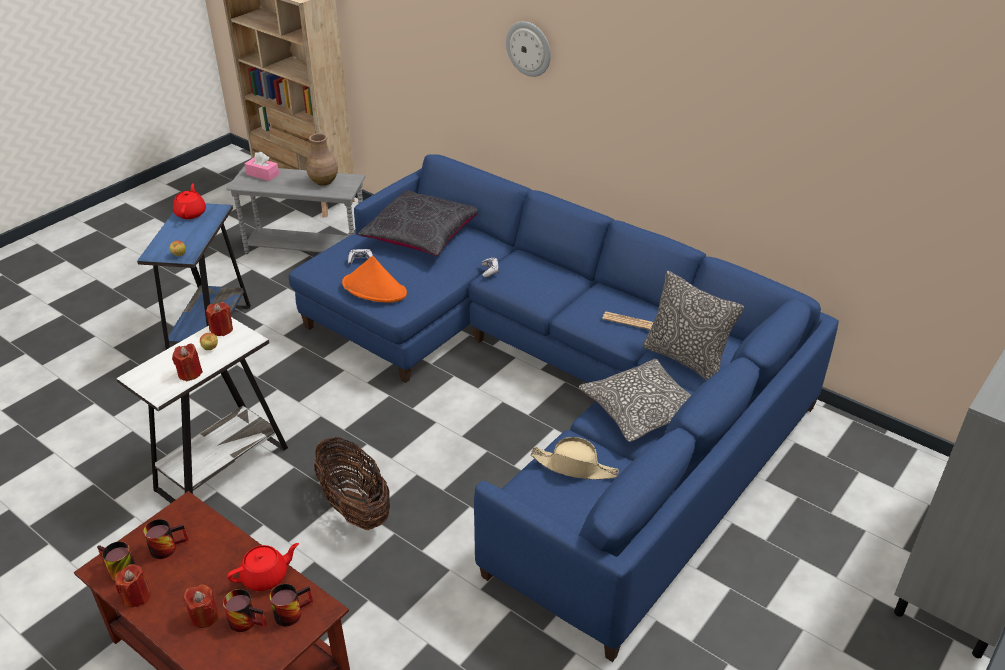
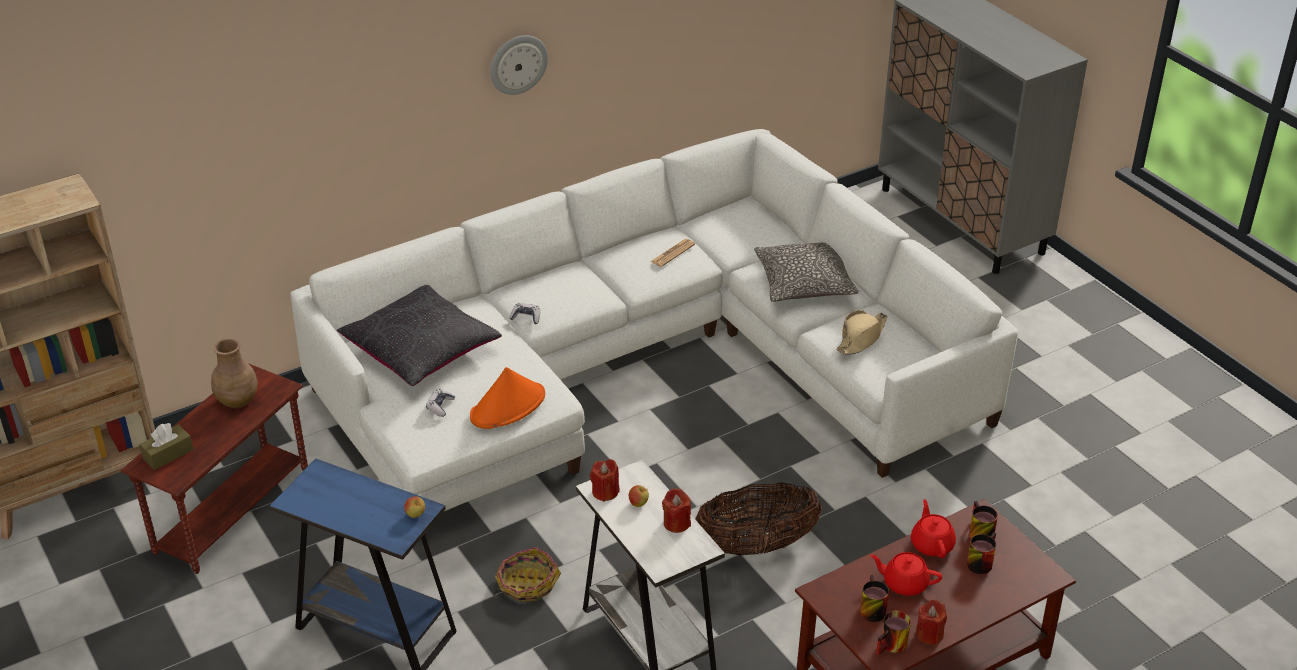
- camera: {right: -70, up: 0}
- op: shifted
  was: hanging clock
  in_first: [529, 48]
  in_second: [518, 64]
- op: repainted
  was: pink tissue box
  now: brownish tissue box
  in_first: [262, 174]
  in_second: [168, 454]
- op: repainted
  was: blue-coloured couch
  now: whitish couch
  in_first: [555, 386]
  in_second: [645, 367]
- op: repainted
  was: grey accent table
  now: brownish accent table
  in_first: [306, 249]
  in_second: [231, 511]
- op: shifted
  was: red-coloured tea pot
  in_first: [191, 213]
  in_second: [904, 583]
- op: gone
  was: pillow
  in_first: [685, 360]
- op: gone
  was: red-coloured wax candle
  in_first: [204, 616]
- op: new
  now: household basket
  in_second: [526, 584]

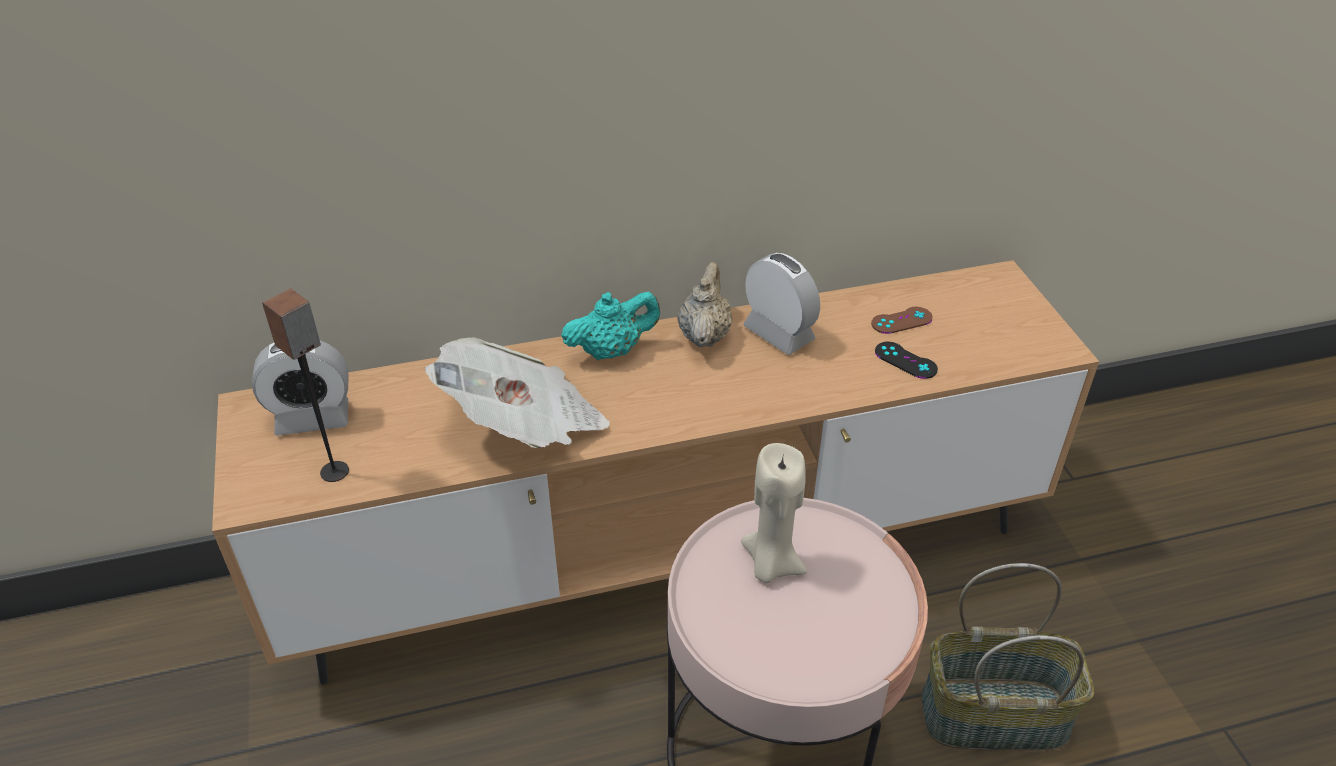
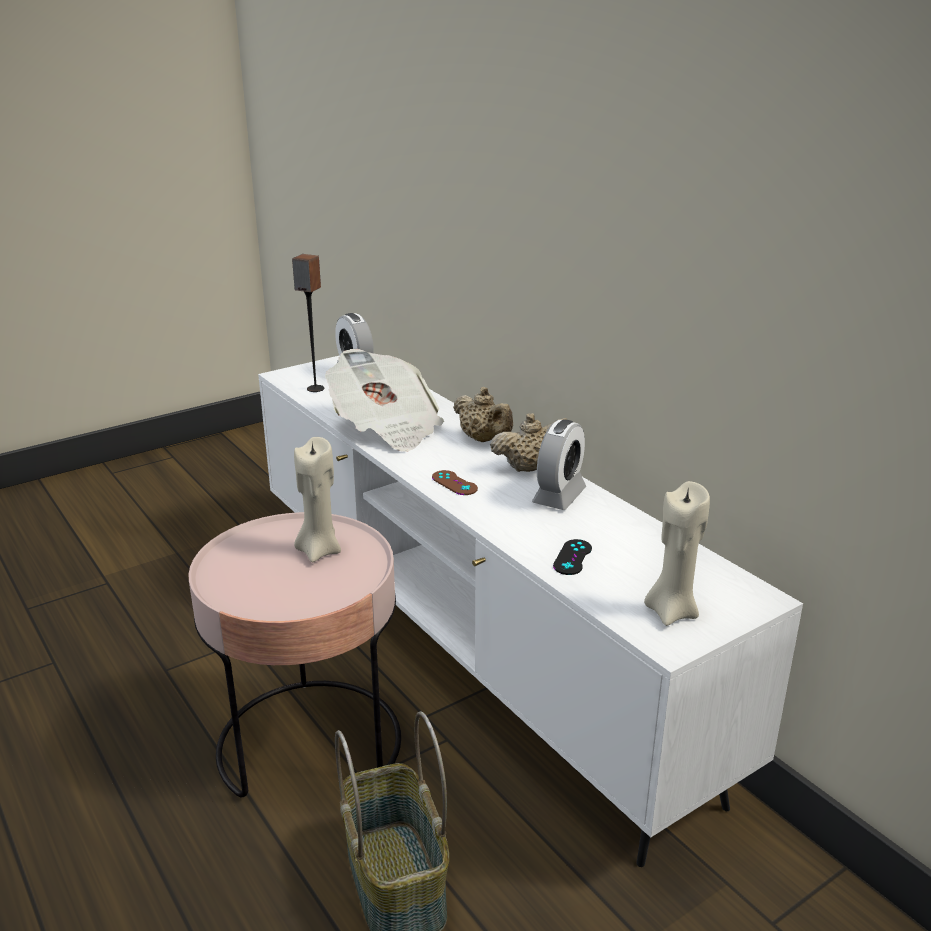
- camera: {right: 70, up: -15}
- op: repainted
  was: brownish tv stand
  now: whitish tv stand
  in_first: [666, 560]
  in_second: [468, 647]
- op: repainted
  was: turquoise tea pot
  now: sand-coloured tea pot
  in_first: [612, 351]
  in_second: [483, 439]
- op: shifted
  was: brownish gamepad
  in_first: [901, 320]
  in_second: [454, 483]
- op: new
  now: sand-coloured wax candle
  in_second: [671, 611]

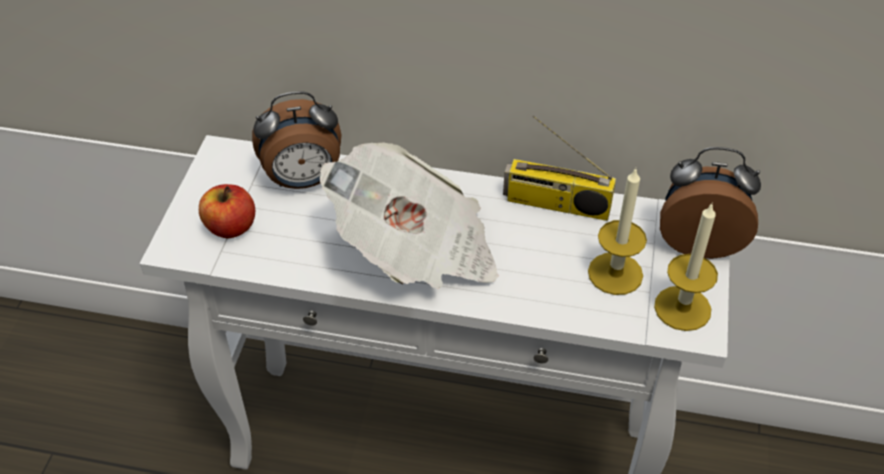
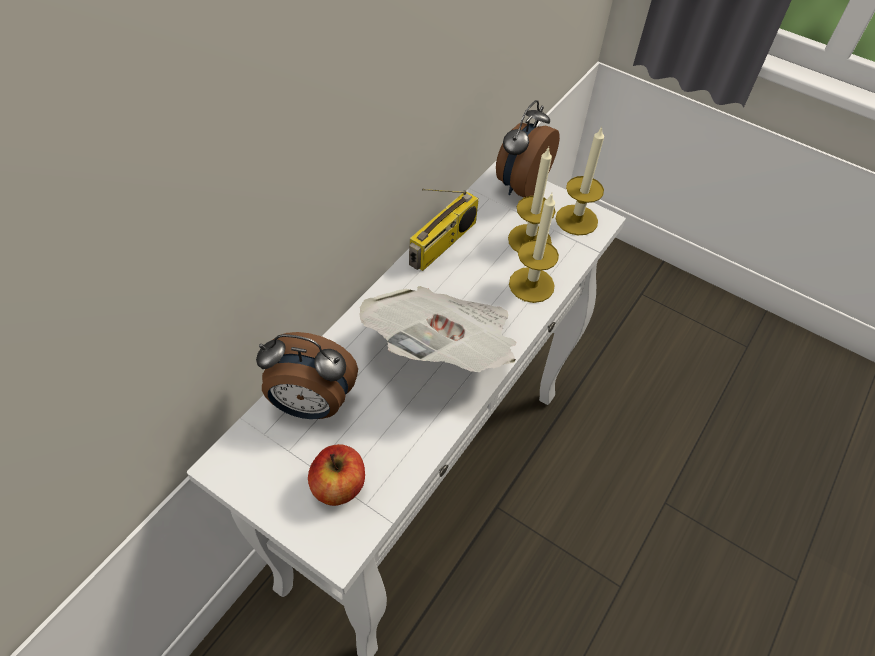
- camera: {right: -70, up: 5}
- op: rotated
  was: alarm clock
  in_first: [303, 180]
  in_second: [310, 405]
  clockwise: 90
- op: new
  now: wax candle
  in_second: [531, 285]

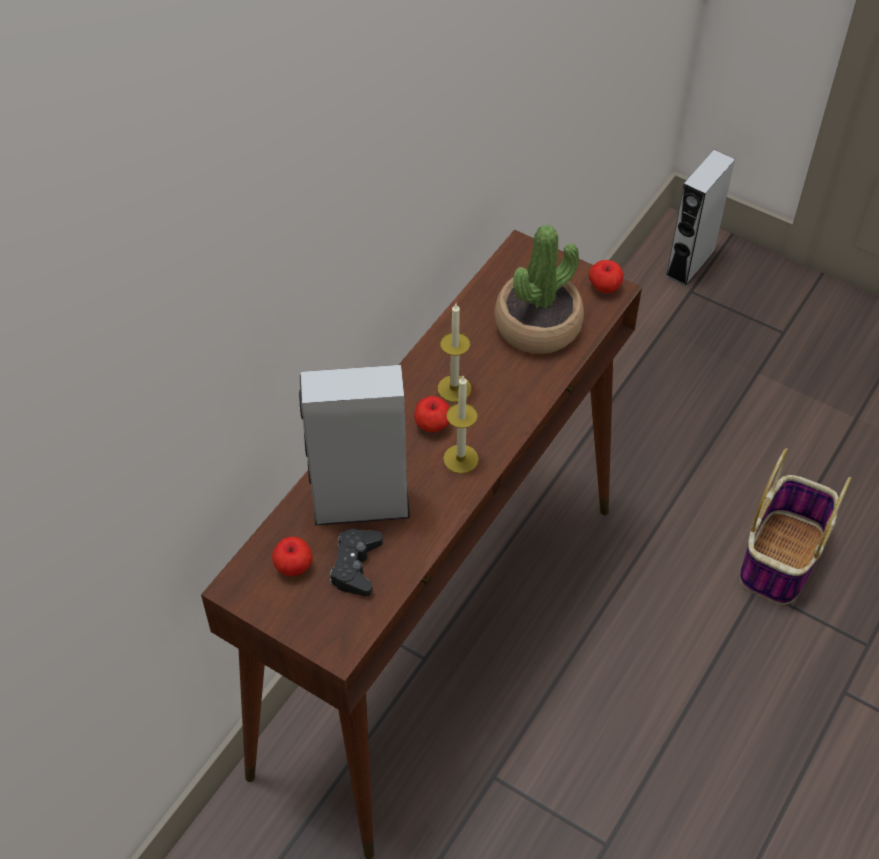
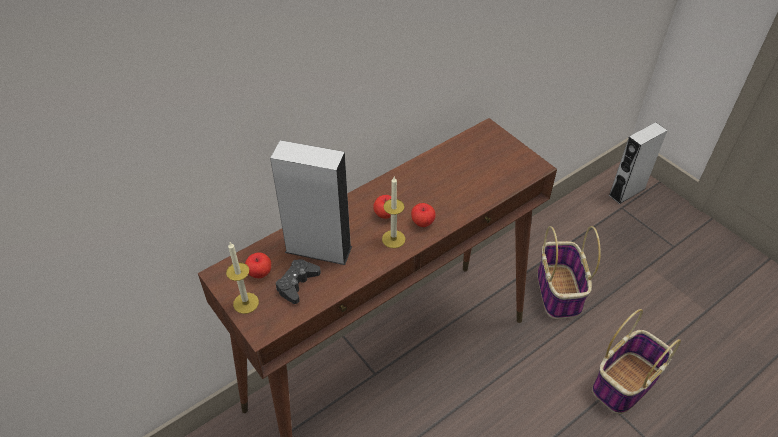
- camera: {right: 20, up: -5}
- op: gone
  was: houseplant
  in_first: [538, 325]
- op: shifted
  was: apple
  in_first: [604, 287]
  in_second: [422, 222]
- op: shifted
  was: wax candle
  in_first: [454, 388]
  in_second: [246, 303]
- op: new
  now: household basket
  in_second: [559, 292]

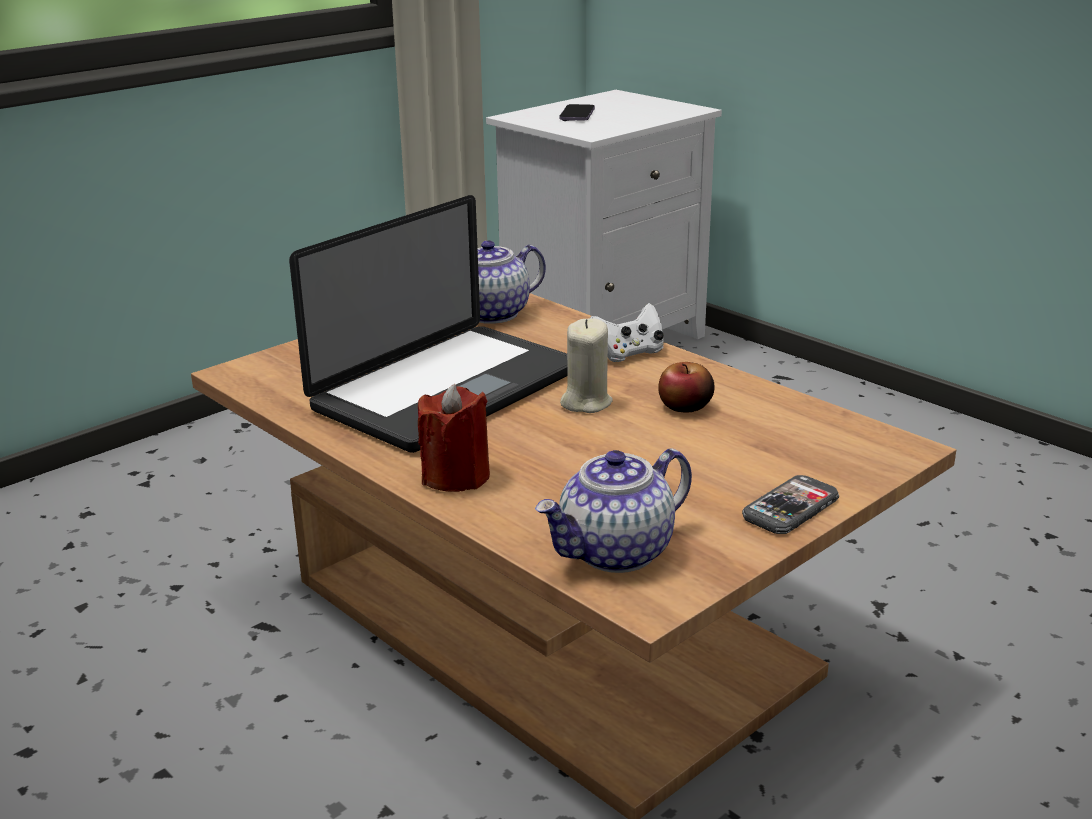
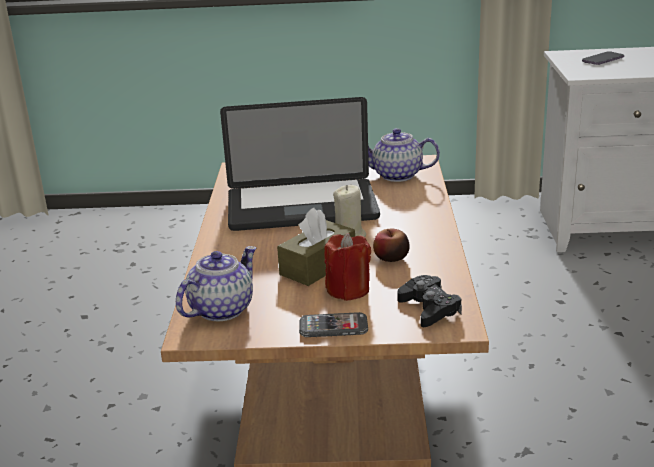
- camera: {right: 45, up: 0}
- op: gone
  was: whitish gamepad
  in_first: [628, 354]
- op: shifted
  was: red-coloured wax candle
  in_first: [456, 476]
  in_second: [348, 290]
- op: rotated
  was: tea pot
  in_first: [616, 553]
  in_second: [221, 309]
  clockwise: 120
- op: new
  now: brownish tissue box
  in_second: [318, 266]
- op: new
  now: blackish gamepad
  in_second: [429, 308]

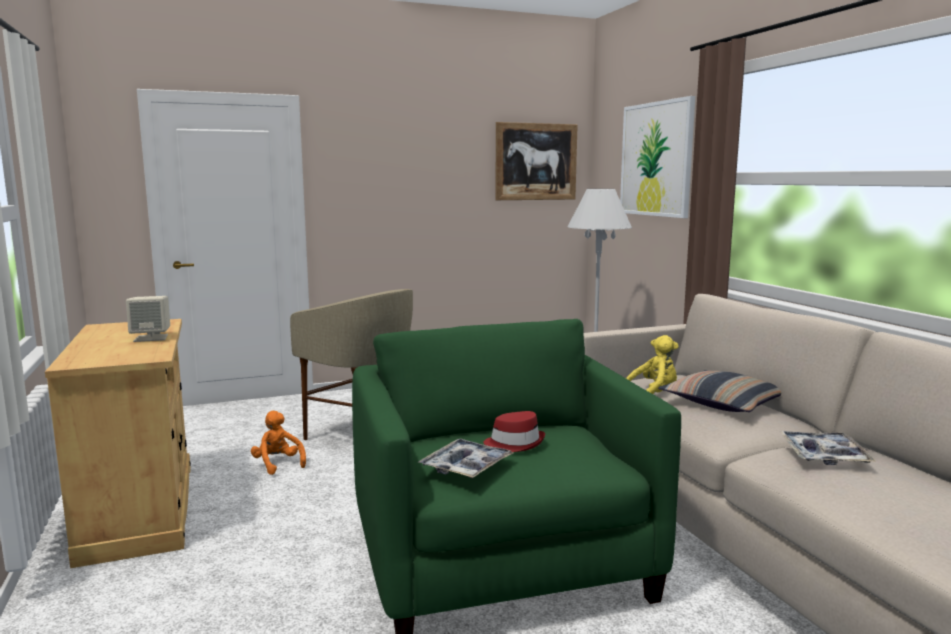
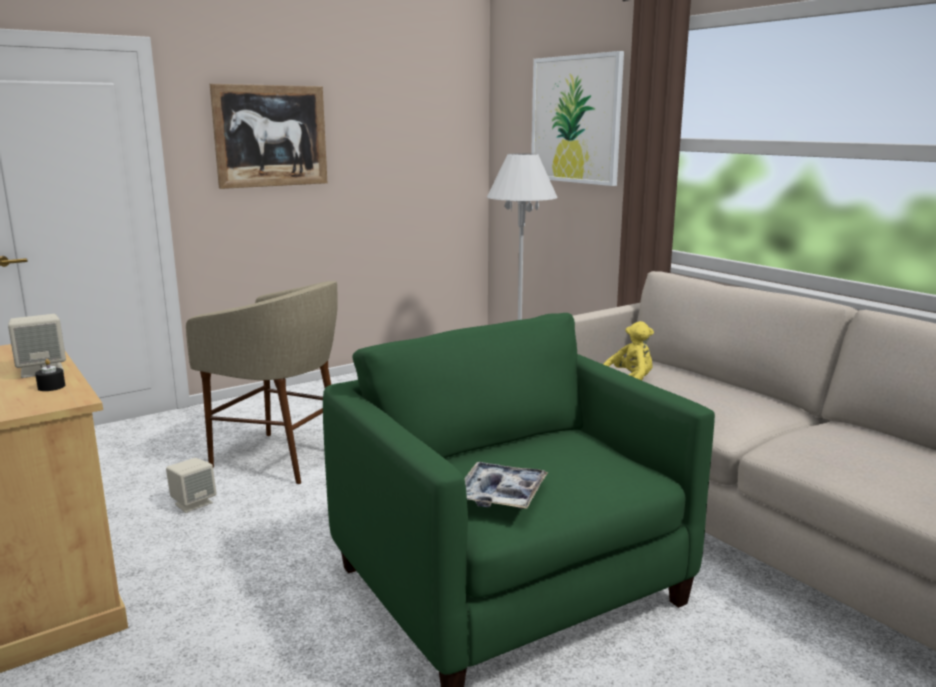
- camera: {right: -15, up: 5}
- op: shifted
  was: picture
  in_first: [536, 162]
  in_second: [271, 136]
- op: gone
  was: pillow
  in_first: [723, 403]
- op: swapped
  was: orange-coloured plush toy
  now: sand-coloured loudspeaker
  in_first: [278, 464]
  in_second: [193, 503]
- op: gone
  was: red-coloured clothing hat
  in_first: [515, 443]
- op: gone
  was: carrying tray
  in_first: [824, 455]
- op: new
  now: blackish wax candle
  in_second: [51, 387]

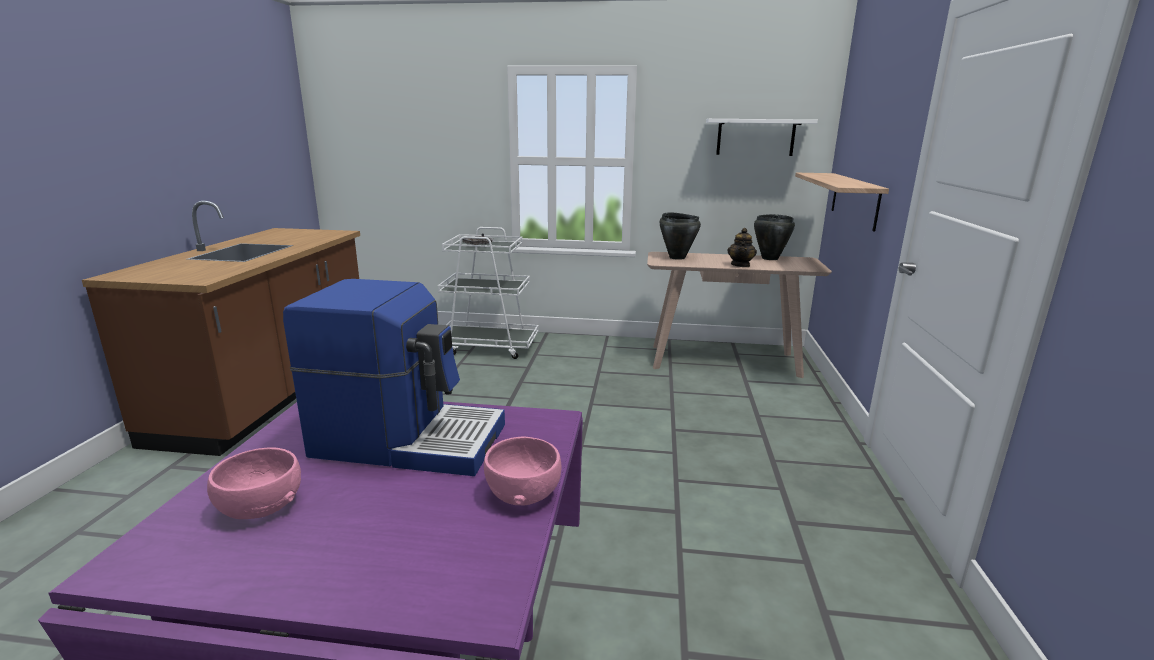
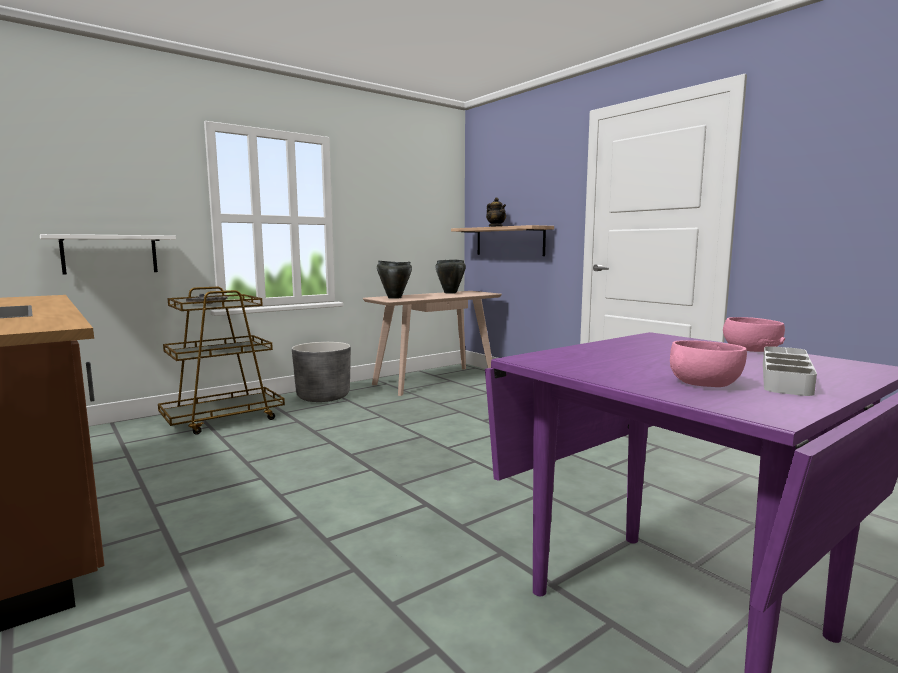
- camera: {right: -45, up: -10}
- op: shifted
  was: whitish wall shelf
  in_first: [755, 137]
  in_second: [110, 254]
- op: repainted
  was: whitish cart
  now: brownish cart
  in_first: [488, 346]
  in_second: [224, 419]
- op: shifted
  was: tea pot
  in_first: [740, 265]
  in_second: [496, 227]
- op: gone
  was: coffee brewer
  in_first: [409, 439]
- op: new
  now: grey planter
  in_second: [323, 396]
- op: new
  now: grey carrying tray
  in_second: [785, 377]

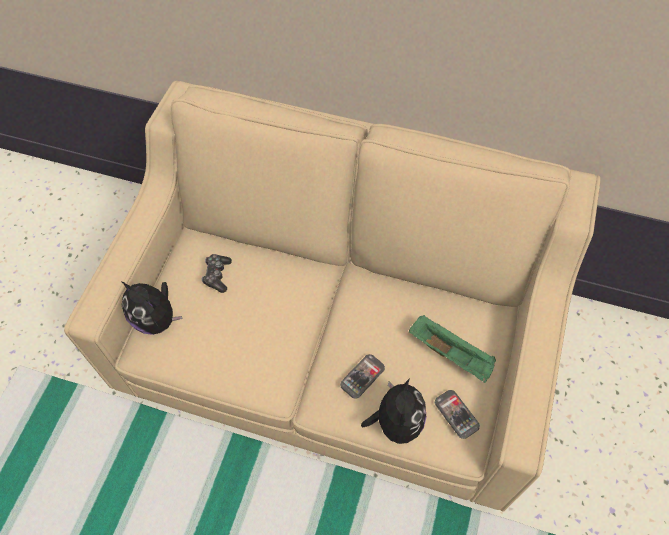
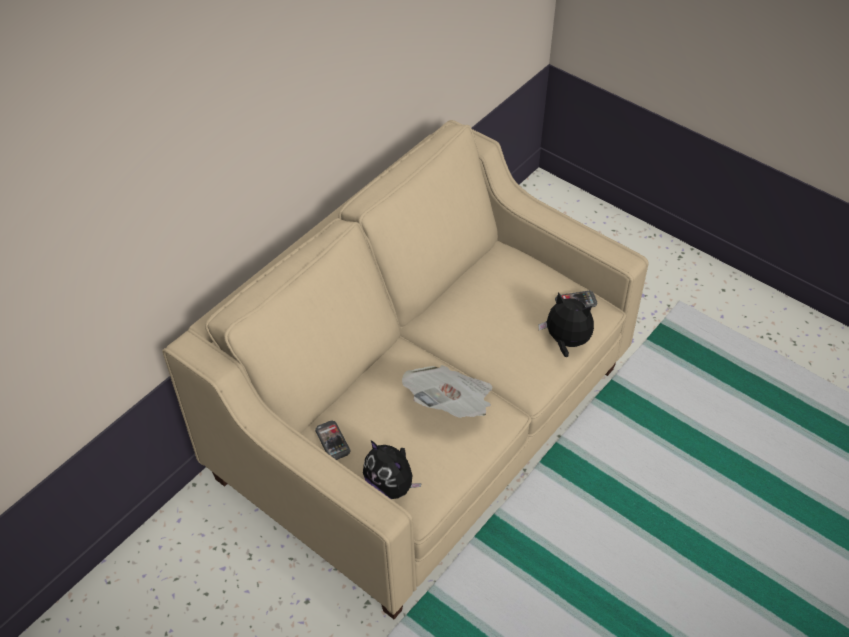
- camera: {right: -70, up: -10}
- op: gone
  was: gamepad
  in_first: [217, 275]
- op: rotated
  was: plush toy
  in_first: [157, 319]
  in_second: [391, 485]
  clockwise: 75
- op: gone
  was: green-coloured carrying tray
  in_first: [451, 354]
- op: shifted
  was: phone
  in_first: [362, 376]
  in_second: [332, 441]
- op: new
  now: printed paper
  in_second: [451, 404]

